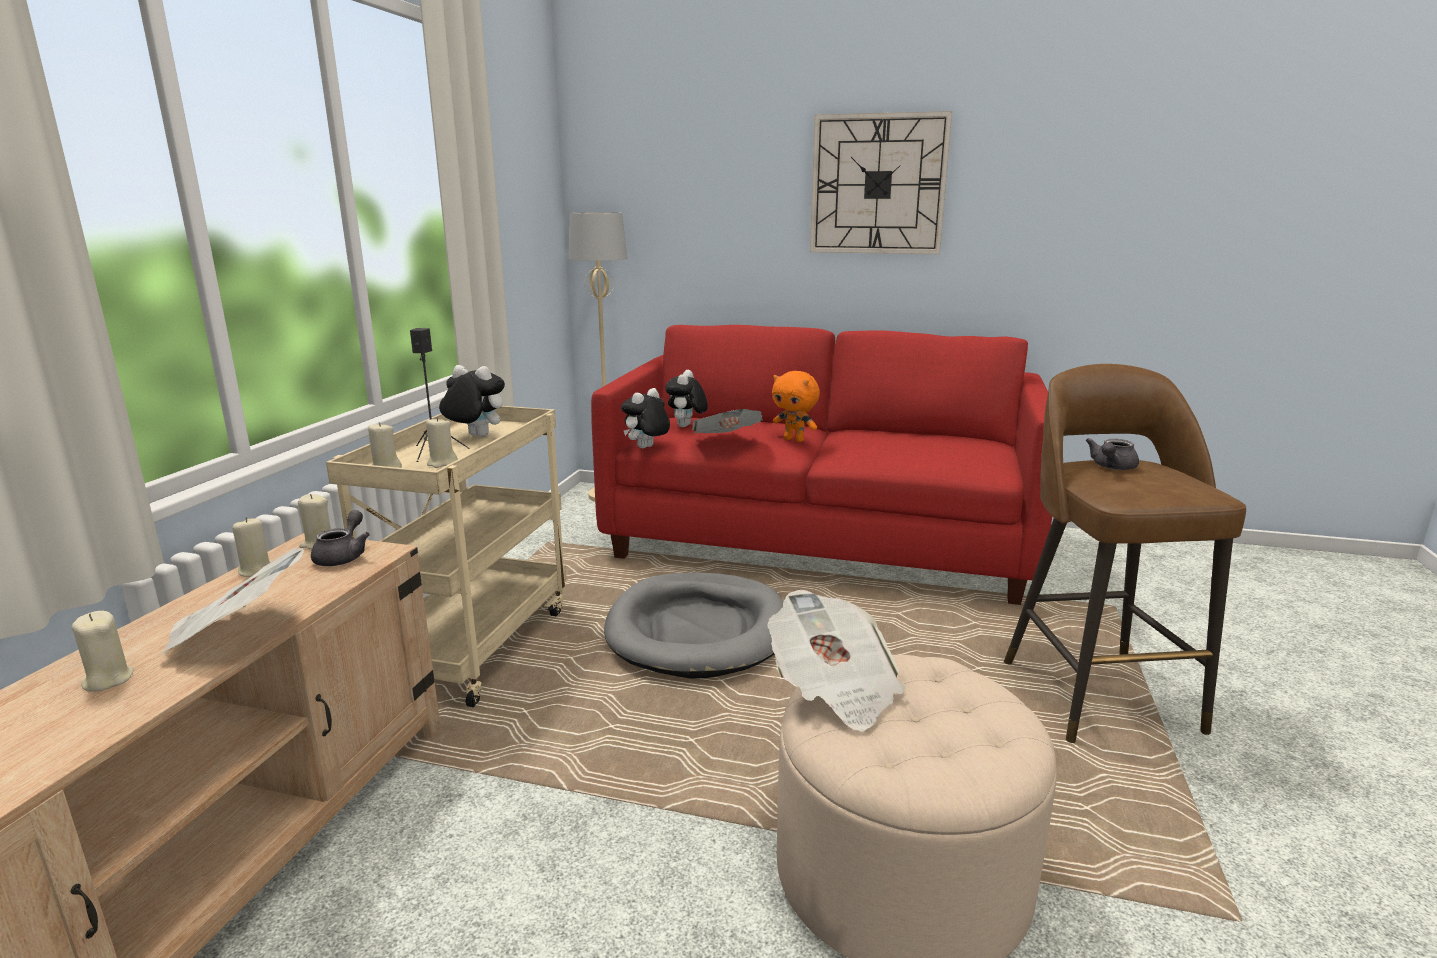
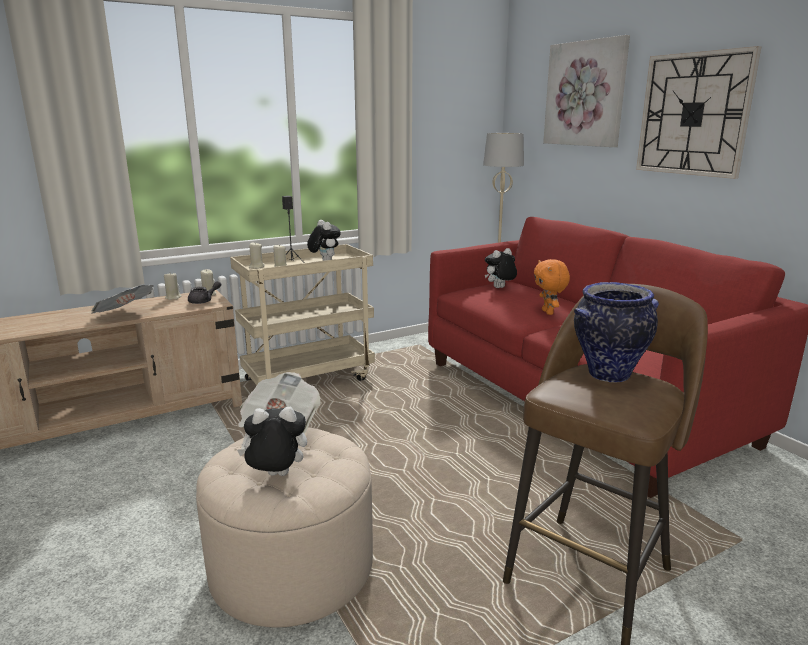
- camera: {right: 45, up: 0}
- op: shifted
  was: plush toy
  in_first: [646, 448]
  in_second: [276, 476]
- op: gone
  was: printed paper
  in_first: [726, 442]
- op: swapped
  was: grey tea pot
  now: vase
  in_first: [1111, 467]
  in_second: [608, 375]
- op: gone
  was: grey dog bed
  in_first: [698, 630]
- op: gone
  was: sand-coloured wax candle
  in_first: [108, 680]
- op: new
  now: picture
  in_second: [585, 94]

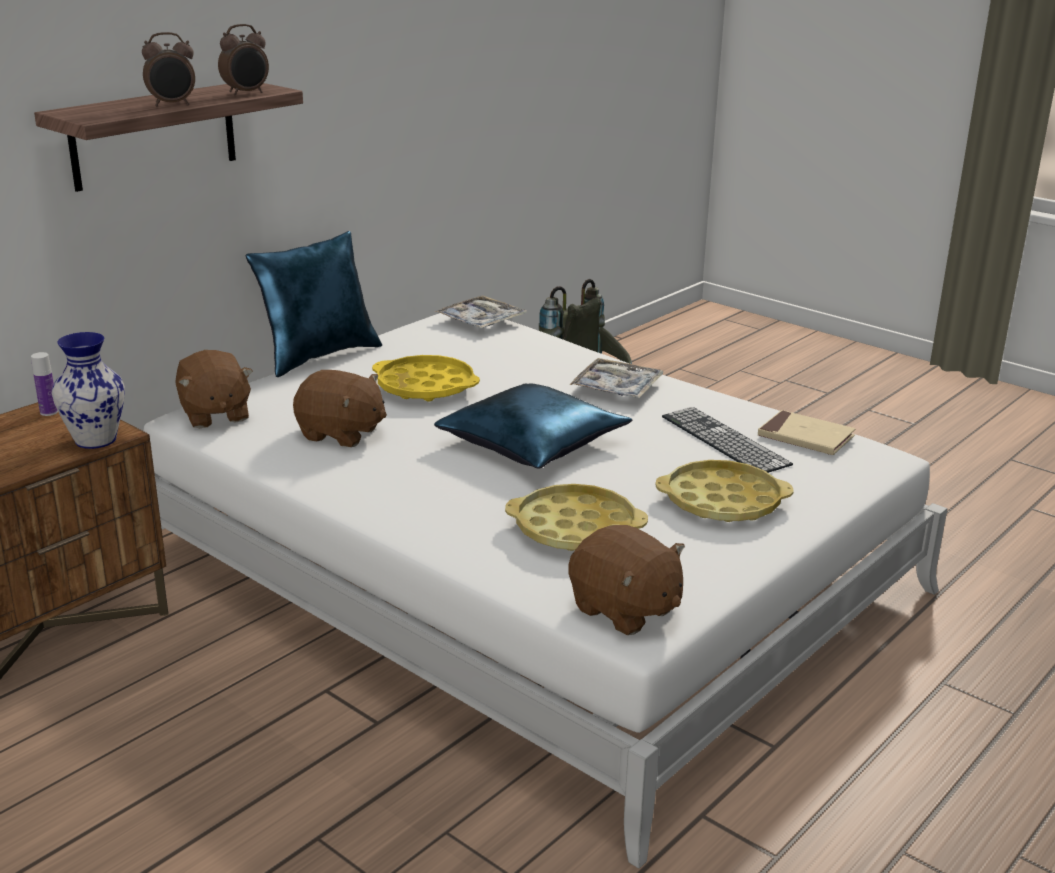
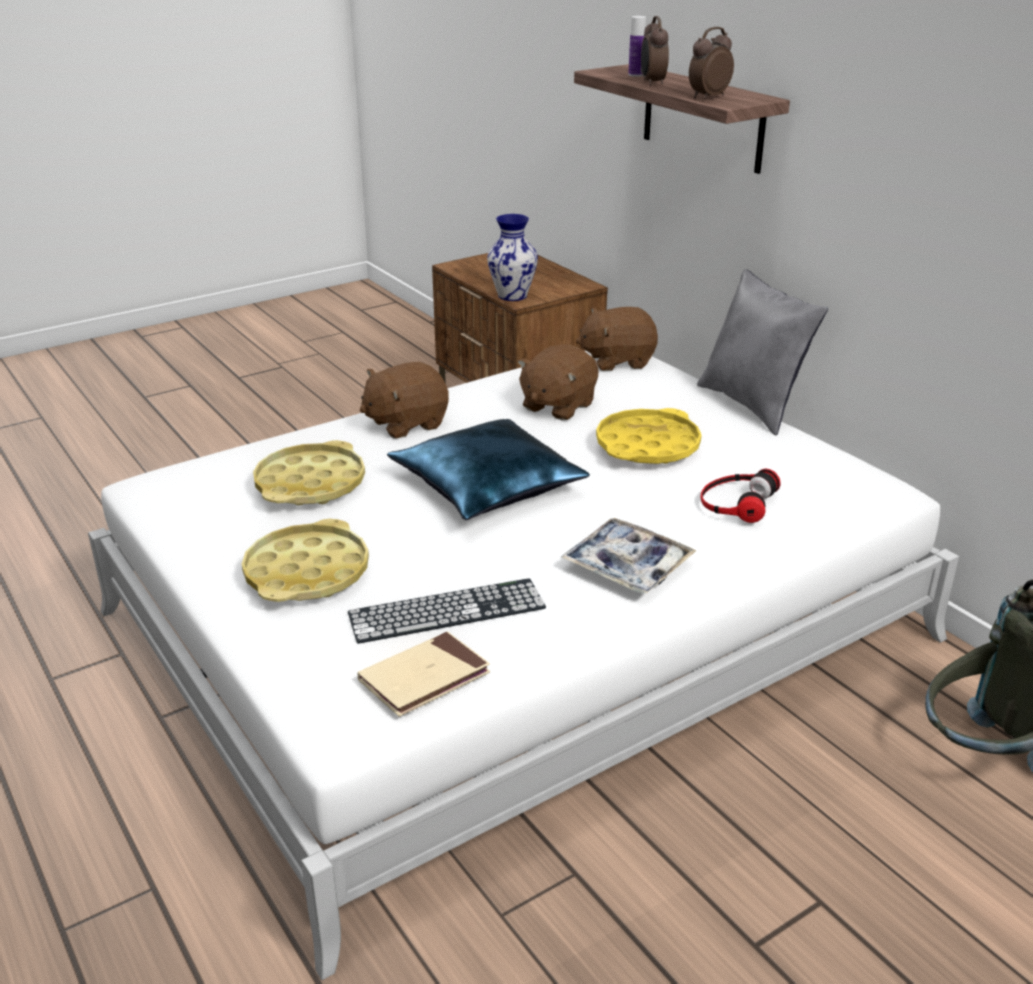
- camera: {right: 105, up: 5}
- op: rotated
  was: alarm clock
  in_first: [246, 93]
  in_second: [707, 97]
  clockwise: 75
- op: repainted
  was: blue-coloured pillow
  now: grey pillow
  in_first: [319, 356]
  in_second: [753, 406]
- op: gone
  was: carrying tray
  in_first: [481, 321]
- op: shifted
  was: drink bottle
  in_first: [49, 412]
  in_second: [635, 75]
- op: shifted
  was: brownish plush toy
  in_first: [624, 610]
  in_second: [405, 423]
- op: new
  now: headset
  in_second: [736, 502]

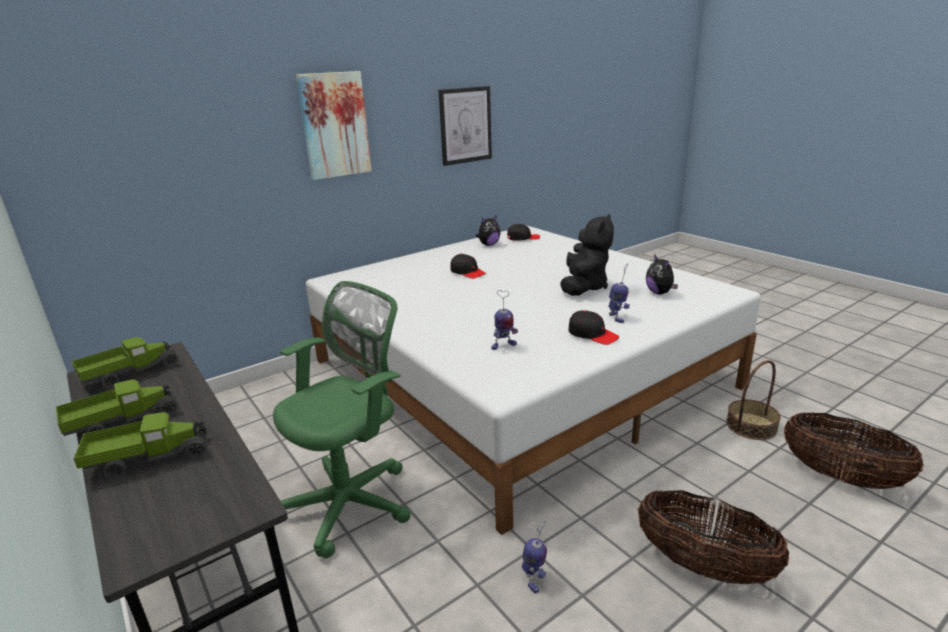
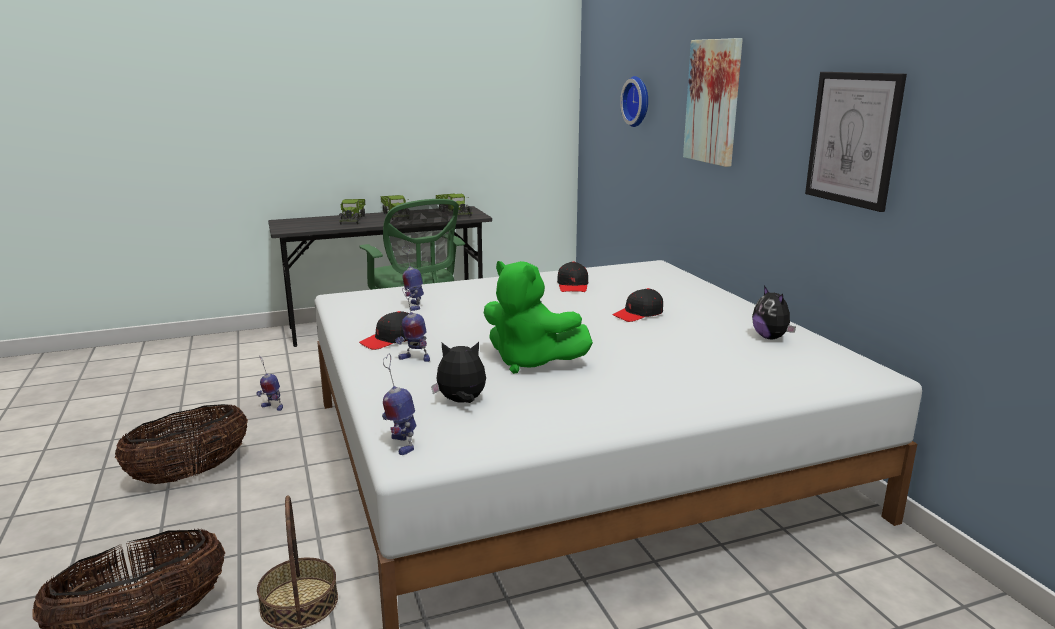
- camera: {right: 105, up: -5}
- op: repainted
  was: blackish plush toy
  now: green-coloured plush toy
  in_first: [584, 287]
  in_second: [530, 362]
- op: shifted
  was: blackish cap
  in_first: [523, 238]
  in_second: [573, 286]
- op: new
  now: hanging clock
  in_second: [638, 101]
- op: new
  now: toy robot
  in_second: [401, 444]

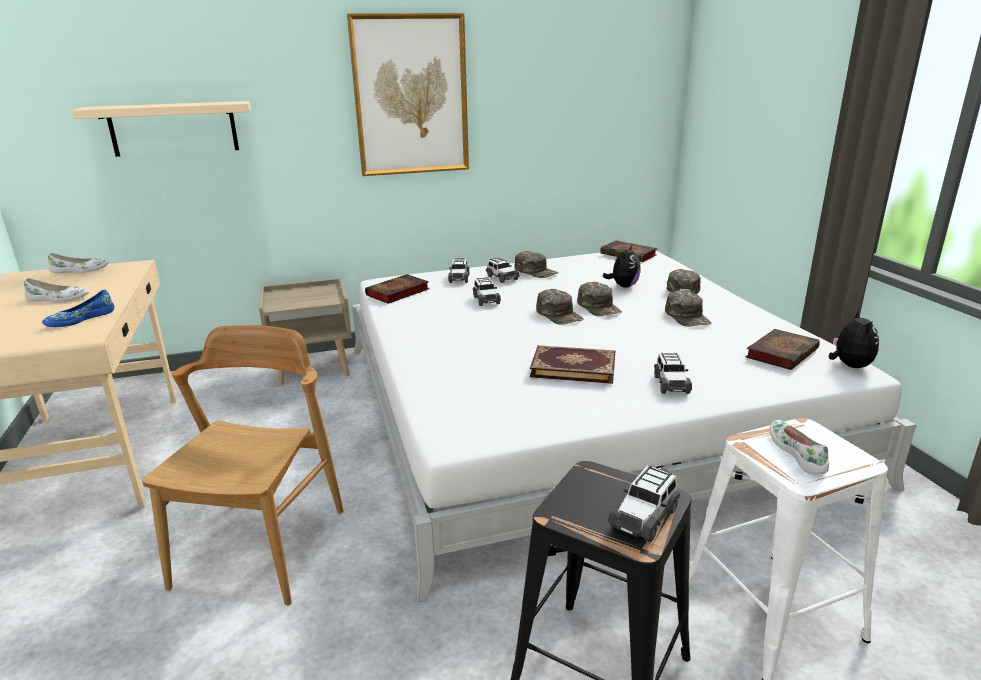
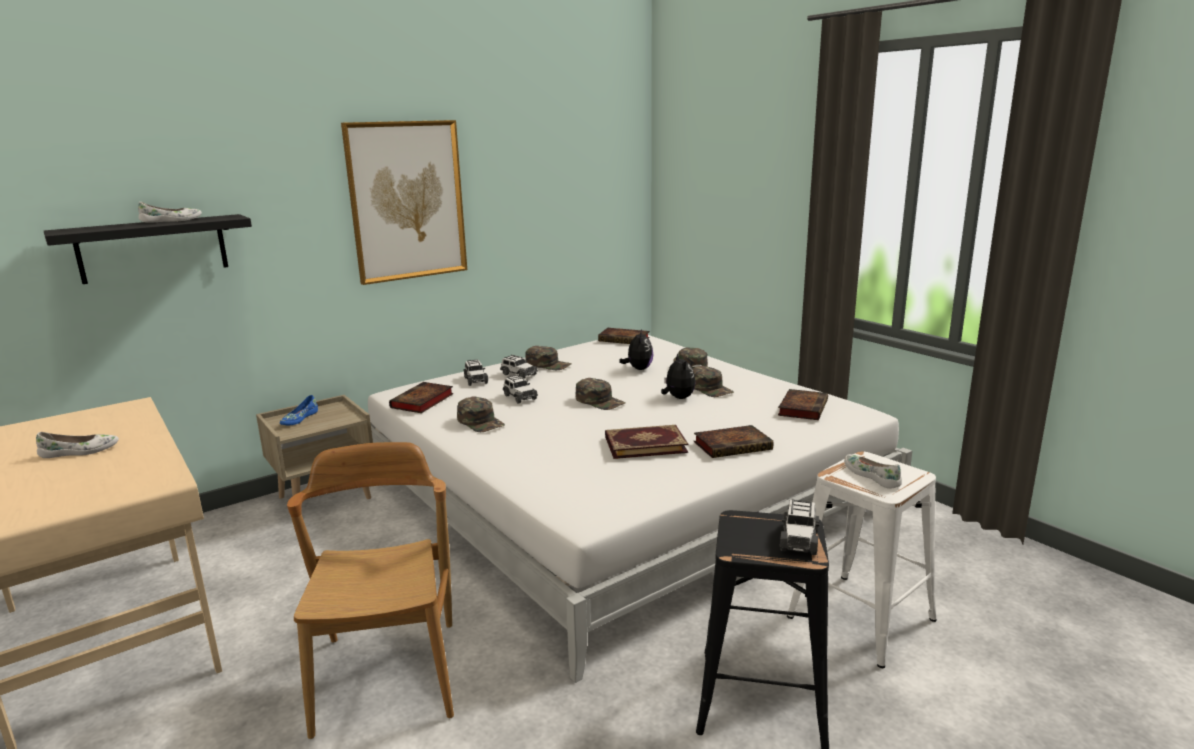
- camera: {right: -20, up: -5}
- op: repainted
  was: sand-coloured wall shelf
  now: blackish wall shelf
  in_first: [174, 128]
  in_second: [153, 248]
- op: shifted
  was: whitish shoe
  in_first: [80, 270]
  in_second: [171, 220]
- op: shifted
  was: green-coloured cap
  in_first: [599, 307]
  in_second: [481, 422]
- op: shifted
  was: blue-coloured shoe
  in_first: [80, 319]
  in_second: [299, 419]
- op: shifted
  was: plush toy
  in_first: [849, 366]
  in_second: [678, 398]
- op: swapped
  was: miniature car
  now: book
  in_first: [671, 384]
  in_second: [734, 445]

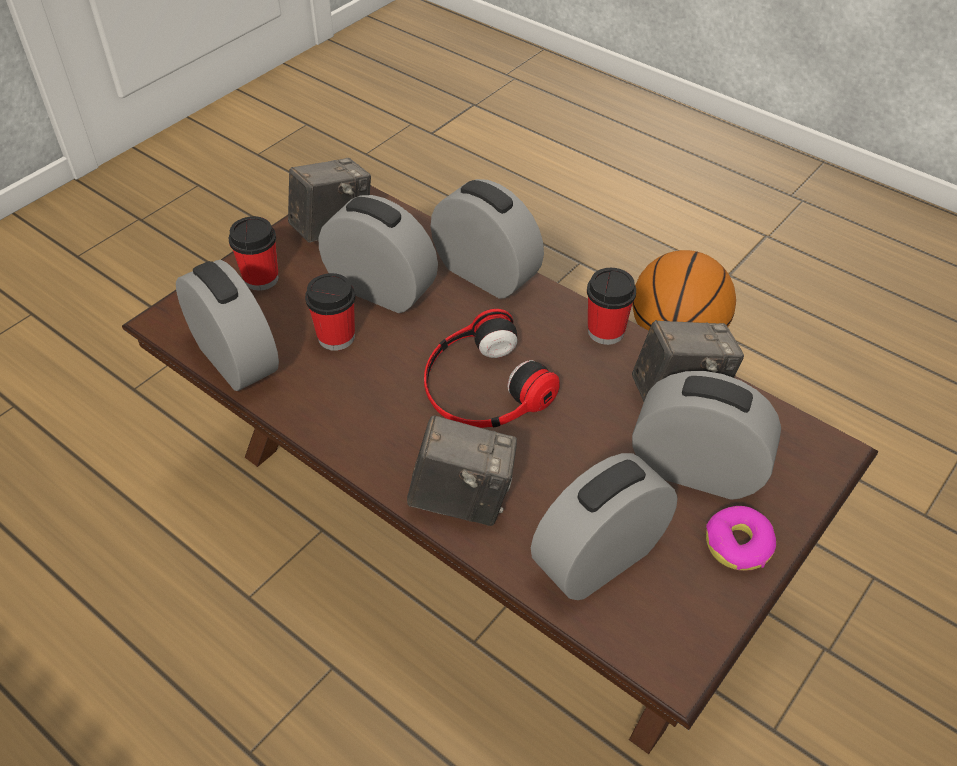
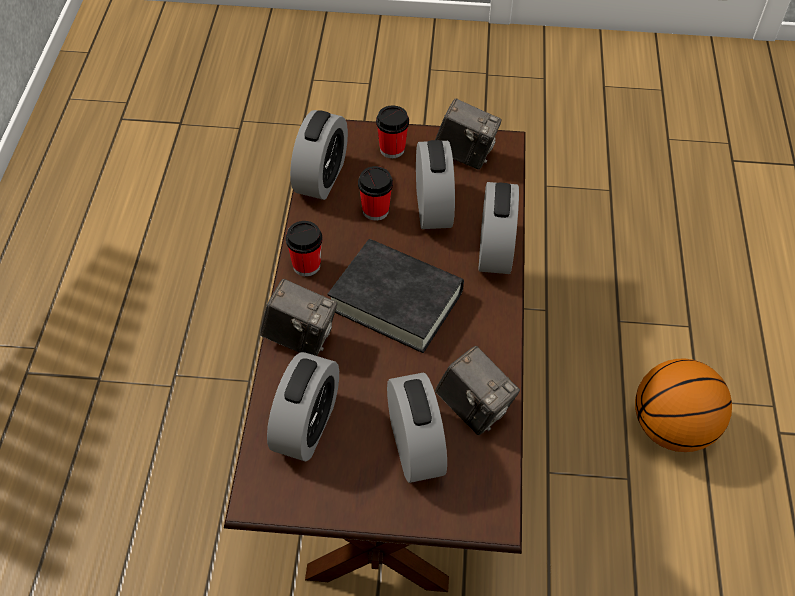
- camera: {right: 55, up: 5}
- op: shifted
  was: drinking cup
  in_first: [606, 331]
  in_second: [306, 265]
- op: swapped
  was: headset
  now: blackish book
  in_first: [483, 385]
  in_second: [396, 301]
- op: rotated
  was: photo camera
  in_first: [462, 499]
  in_second: [300, 337]
  clockwise: -45
- op: rotated
  was: alarm clock
  in_first: [599, 558]
  in_second: [306, 426]
  clockwise: 90
- op: gone
  was: doughnut
  in_first: [738, 545]

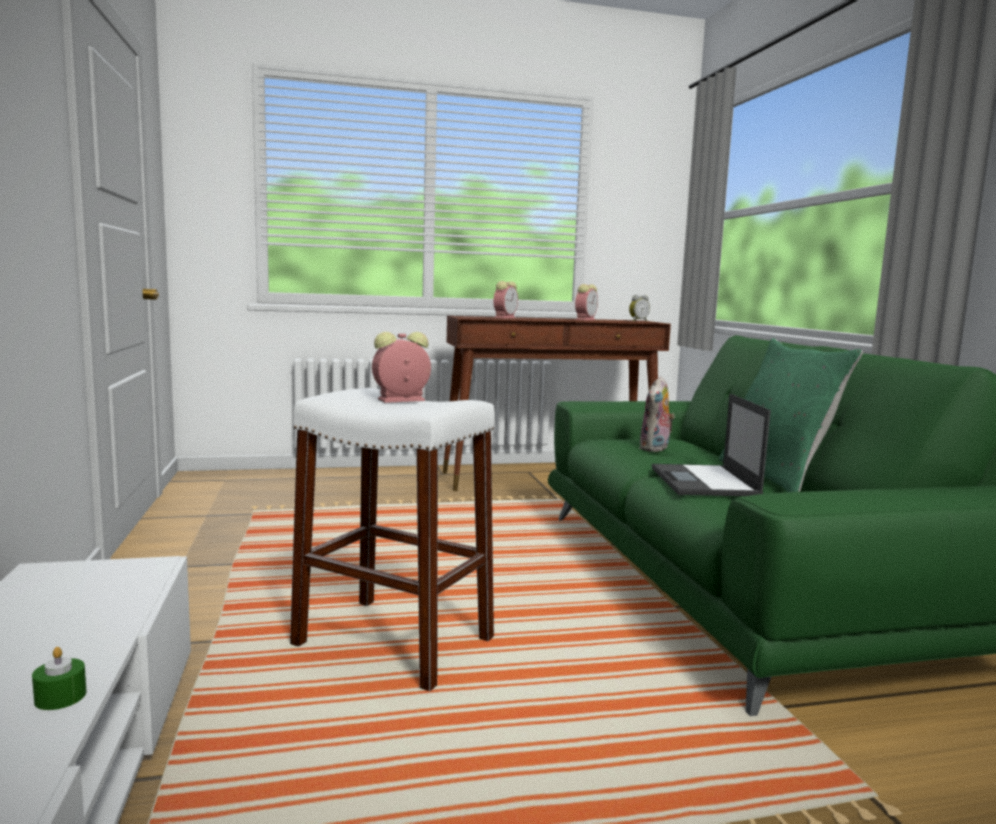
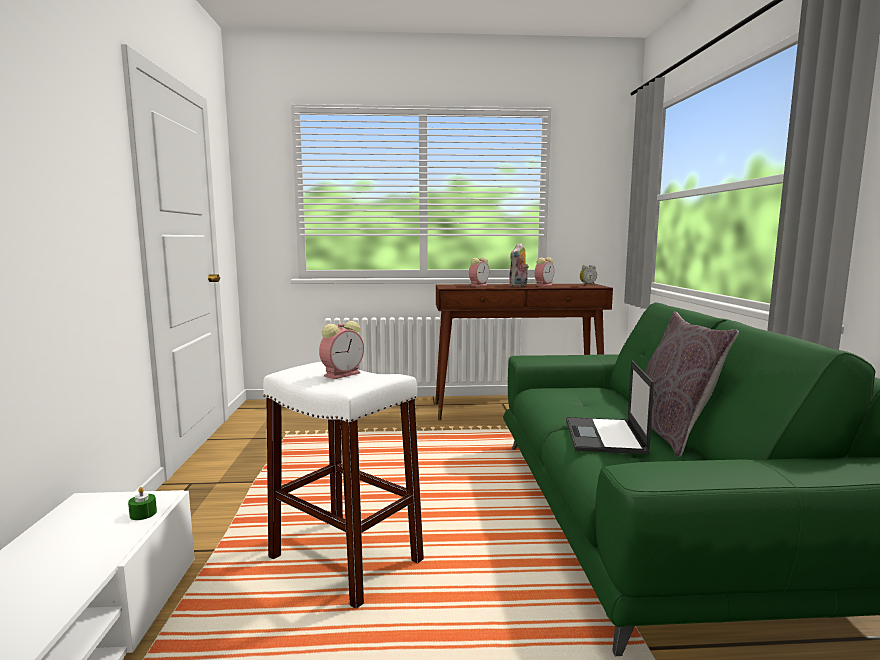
- camera: {right: 10, up: 0}
- op: rotated
  was: alarm clock
  in_first: [399, 400]
  in_second: [343, 374]
  clockwise: 150
- op: repainted
  was: green-coloured pillow
  now: grey pillow
  in_first: [776, 477]
  in_second: [672, 432]
- op: shifted
  was: plush toy
  in_first: [655, 449]
  in_second: [518, 286]
- op: shifted
  was: green-coloured wax candle
  in_first: [60, 697]
  in_second: [143, 514]

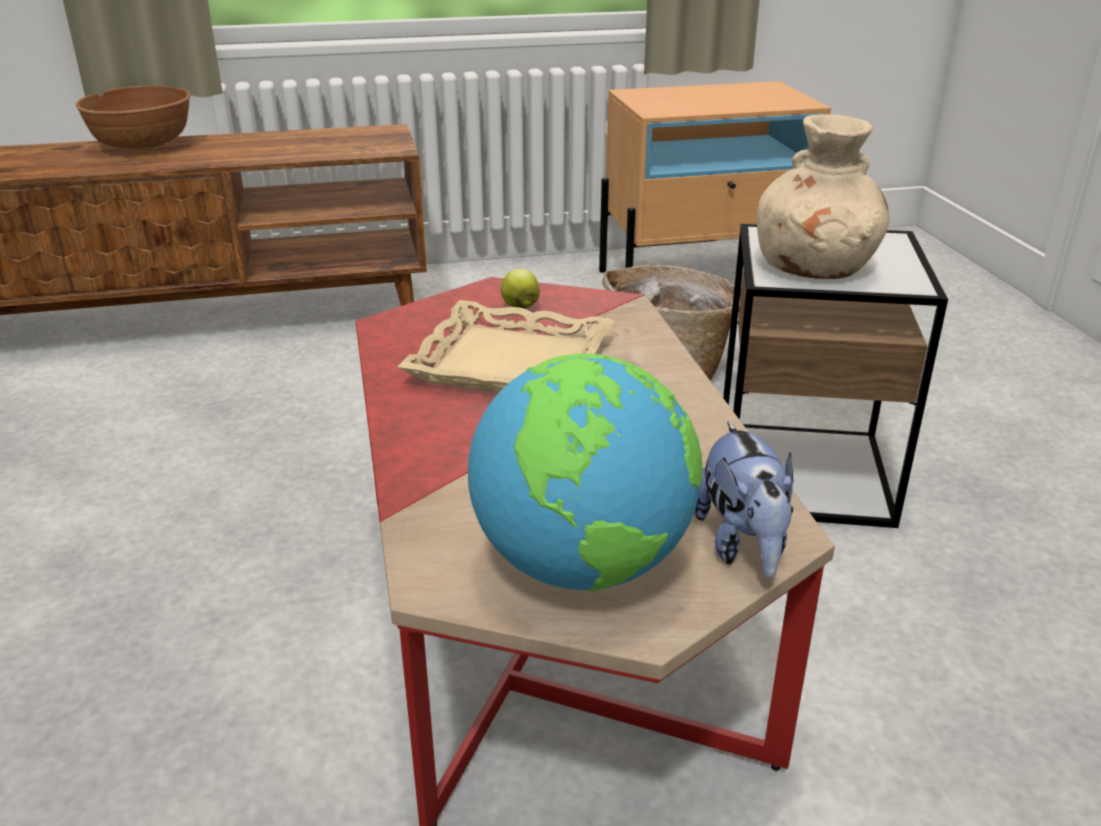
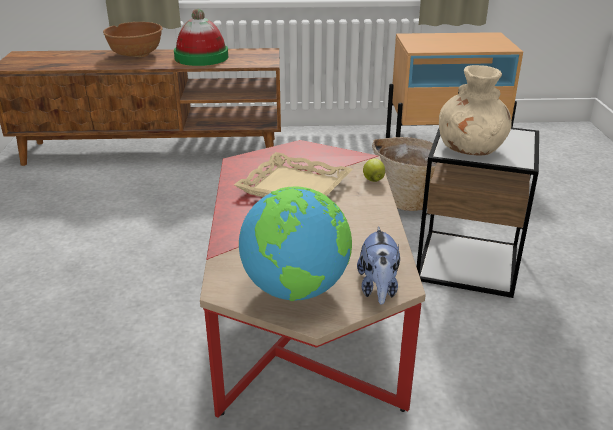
- camera: {right: 10, up: 0}
- op: shifted
  was: apple
  in_first: [520, 307]
  in_second: [373, 180]
- op: new
  now: clothing hat
  in_second: [201, 57]

